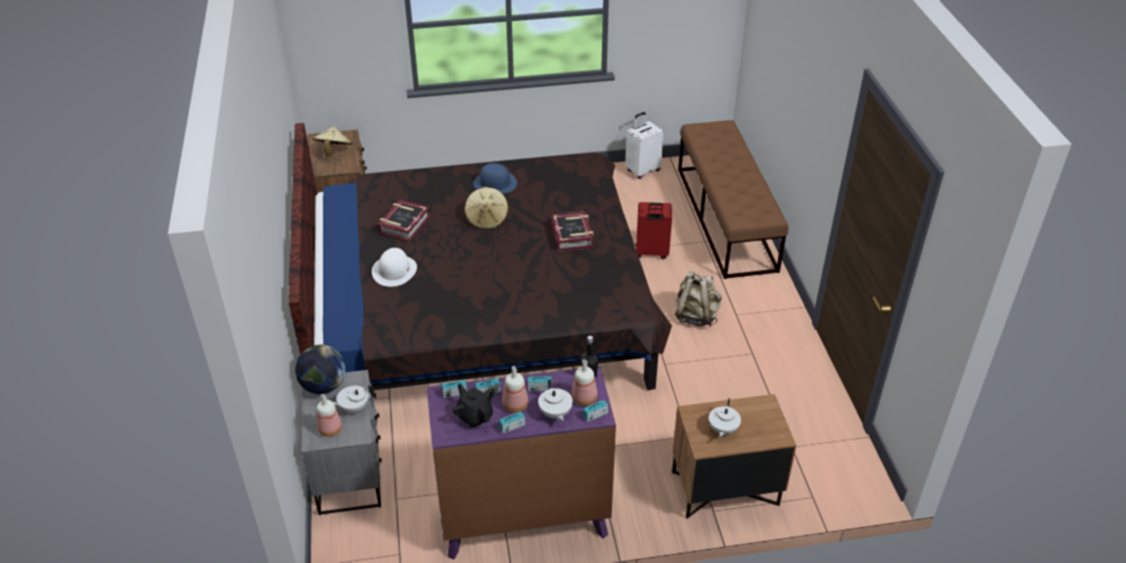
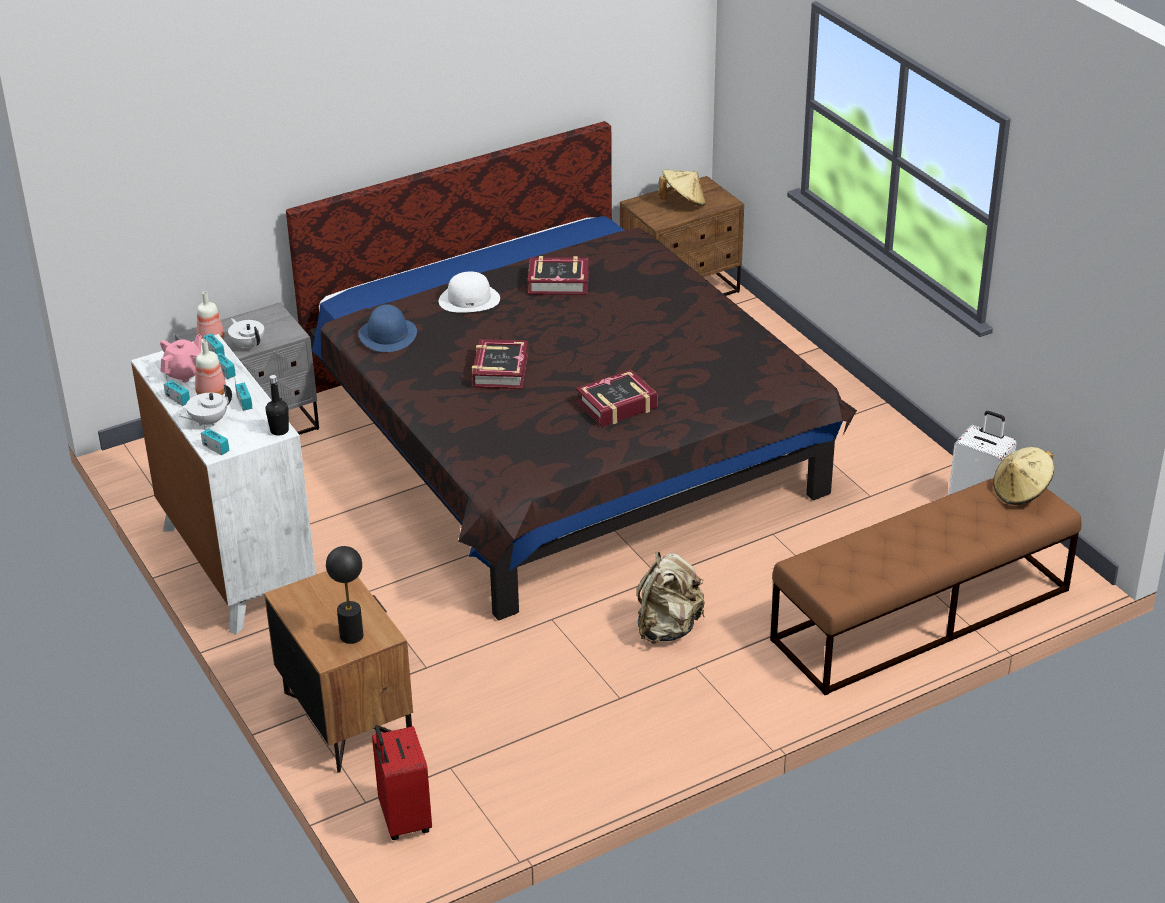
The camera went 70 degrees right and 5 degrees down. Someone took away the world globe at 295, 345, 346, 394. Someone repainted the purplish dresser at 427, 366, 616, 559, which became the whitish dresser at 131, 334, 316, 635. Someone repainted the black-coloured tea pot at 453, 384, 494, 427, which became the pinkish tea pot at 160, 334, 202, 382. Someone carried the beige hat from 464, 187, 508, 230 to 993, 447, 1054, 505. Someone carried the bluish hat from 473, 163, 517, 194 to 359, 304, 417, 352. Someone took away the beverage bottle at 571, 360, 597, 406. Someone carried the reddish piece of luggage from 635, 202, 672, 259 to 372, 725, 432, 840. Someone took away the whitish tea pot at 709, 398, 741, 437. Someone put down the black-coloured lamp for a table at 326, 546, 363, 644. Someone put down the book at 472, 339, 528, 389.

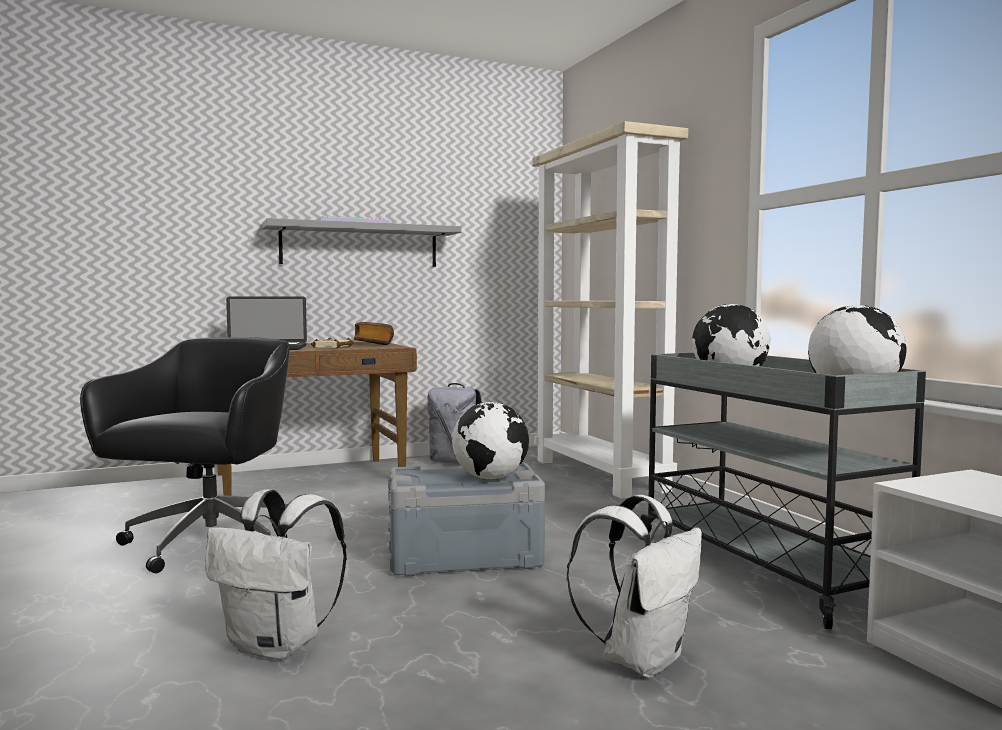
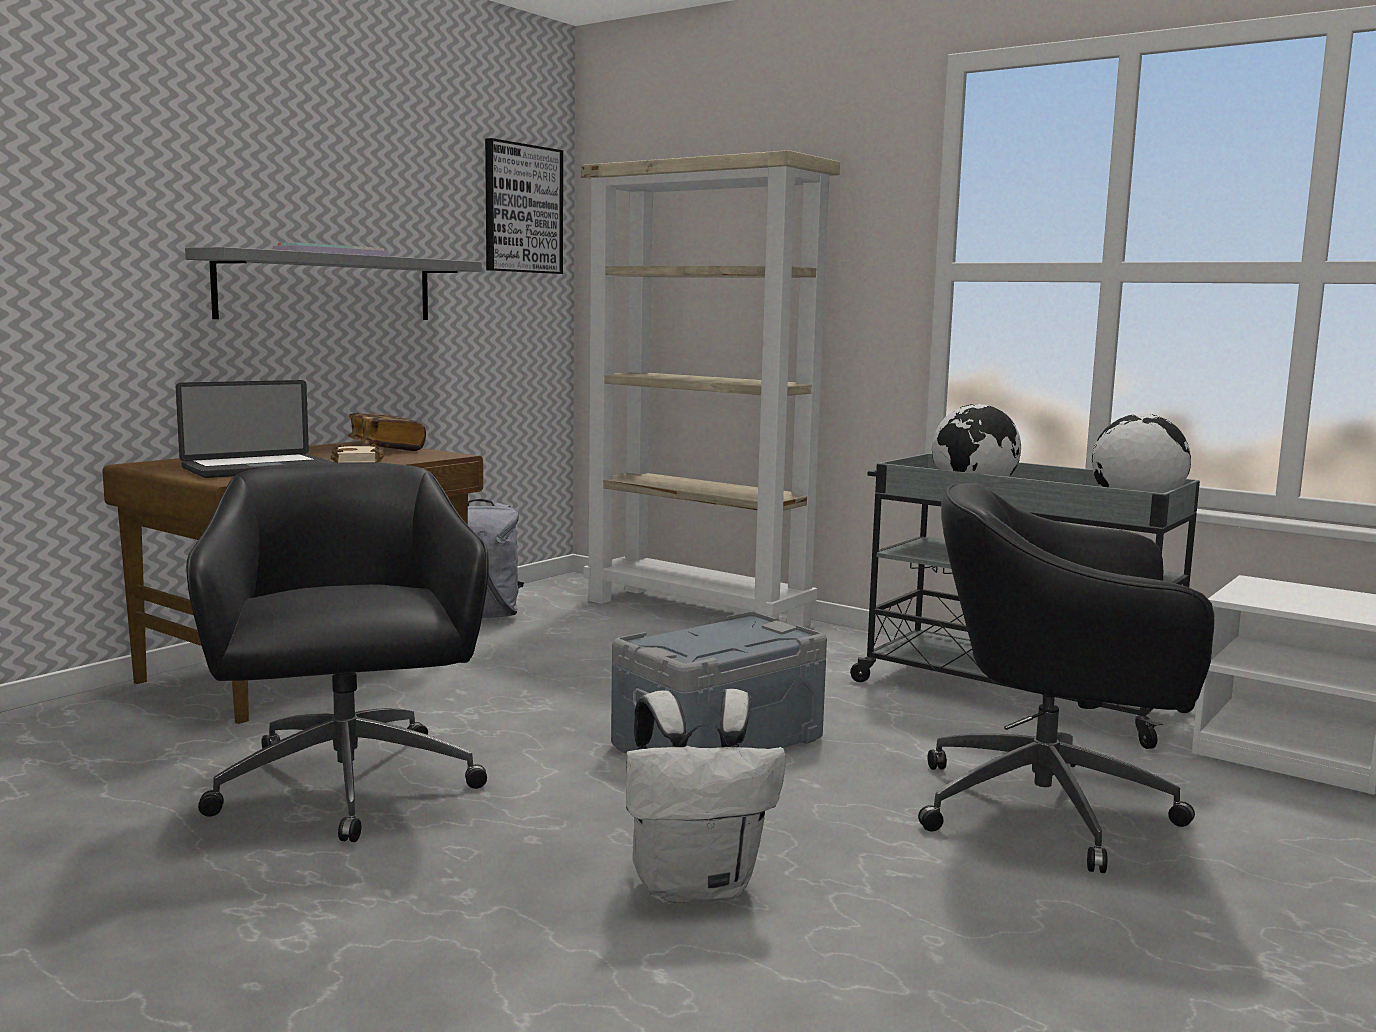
The camera went 30 degrees left and 5 degrees up. Someone took away the world globe at 452, 402, 529, 480. Someone swapped the whitish backpack at 566, 495, 702, 677 for the black-coloured office chair at 918, 483, 1215, 873. Someone put up the picture at 485, 138, 563, 274.

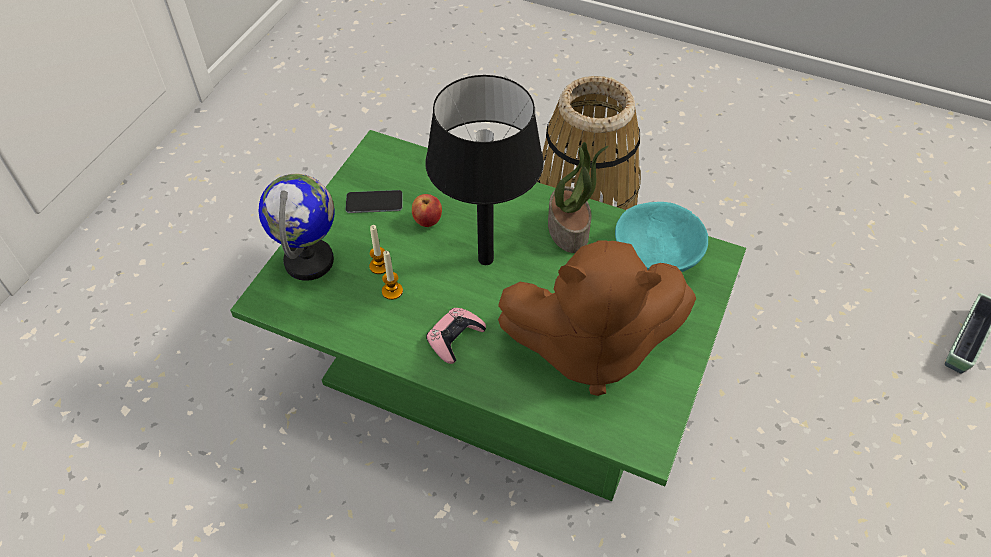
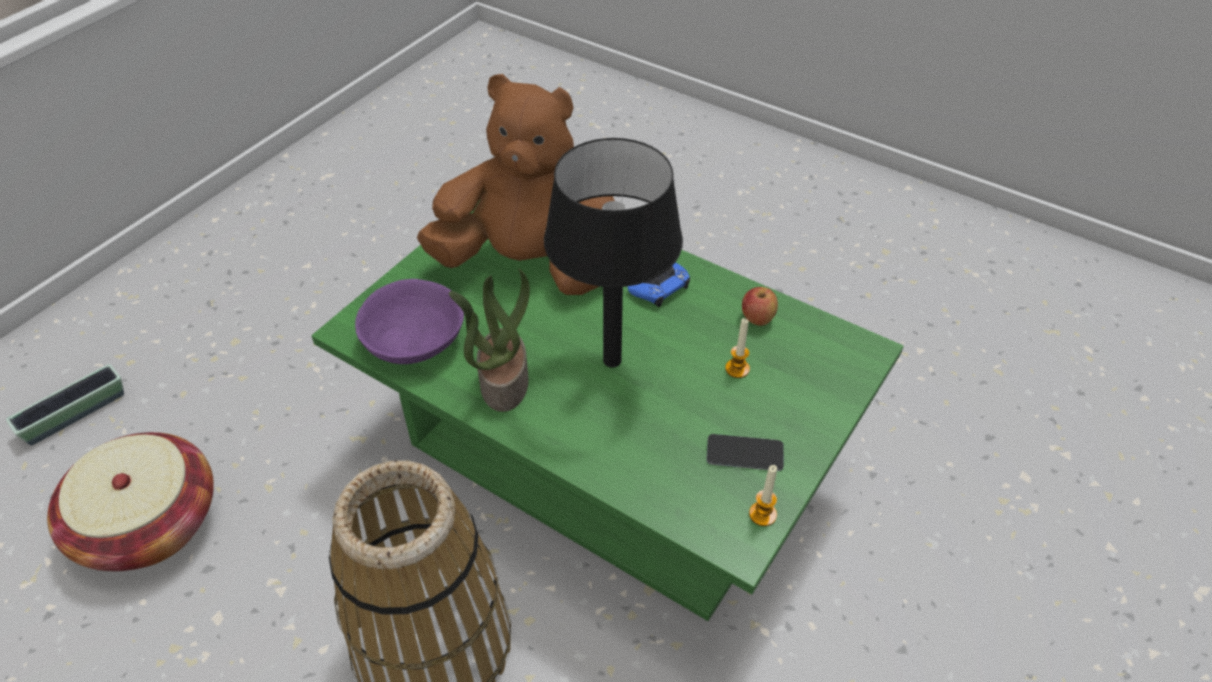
The camera went 170 degrees left and 5 degrees down. Someone took away the world globe at 259, 174, 335, 281. Someone carried the wax candle from 382, 251, 403, 300 to 749, 465, 777, 526. Someone carried the apple from 412, 194, 442, 227 to 742, 287, 778, 326. Someone repainted the pinkish gamepad at 426, 308, 486, 364, which became the bluish gamepad at 628, 262, 690, 307. Someone repainted the turquoise bowl at 615, 202, 708, 272, which became the purplish bowl at 355, 279, 464, 364. Someone put down the household basket at 47, 432, 214, 571.

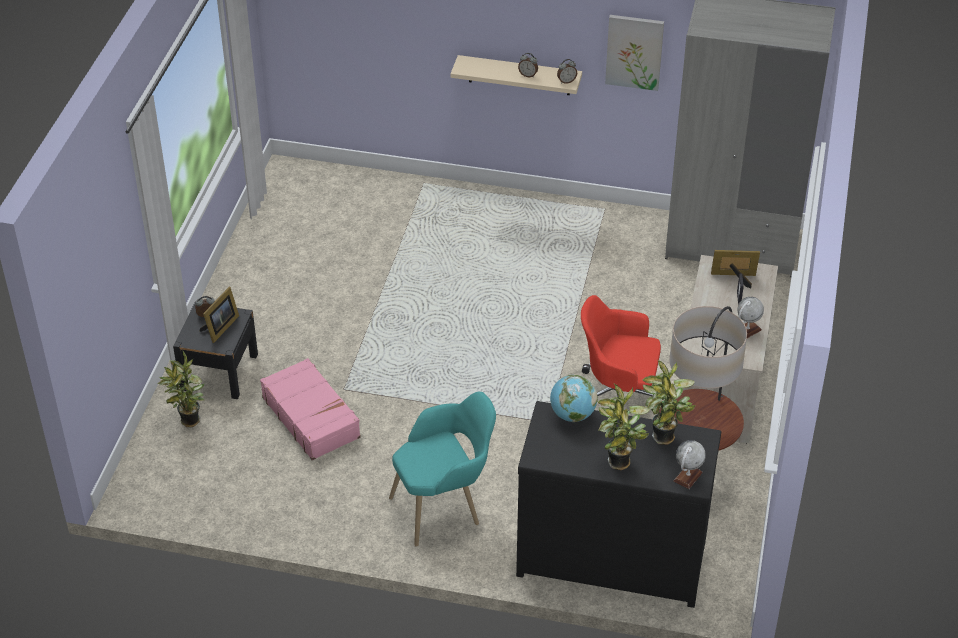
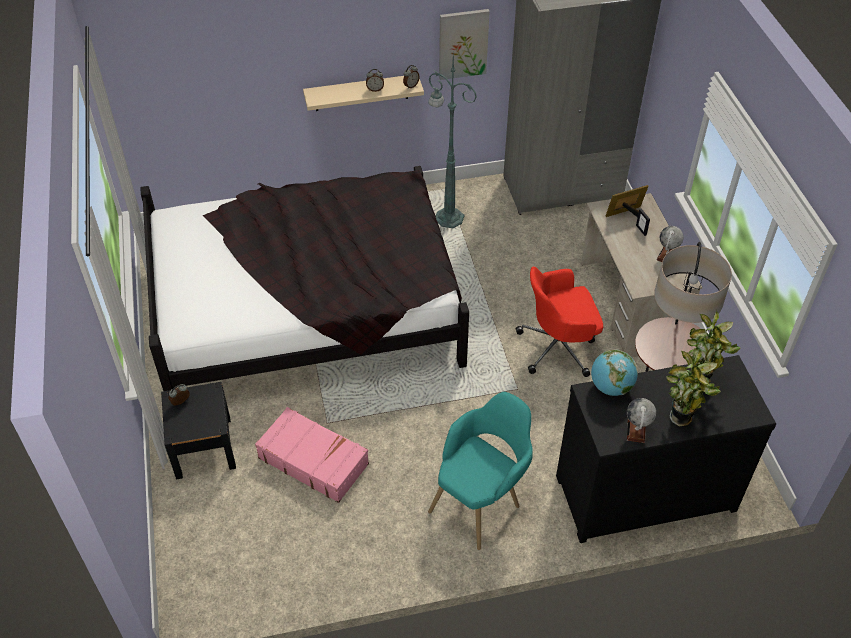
The camera went 25 degrees left and 5 degrees up. Someone took away the plant in a pot at 158, 351, 205, 427. Someone took away the picture frame at 200, 287, 239, 343. Someone carried the world globe from 673, 440, 706, 489 to 627, 398, 656, 443. Someone put down the black-coloured bed at 140, 166, 469, 391. Someone put down the greenish standing lamp at 428, 52, 477, 228.

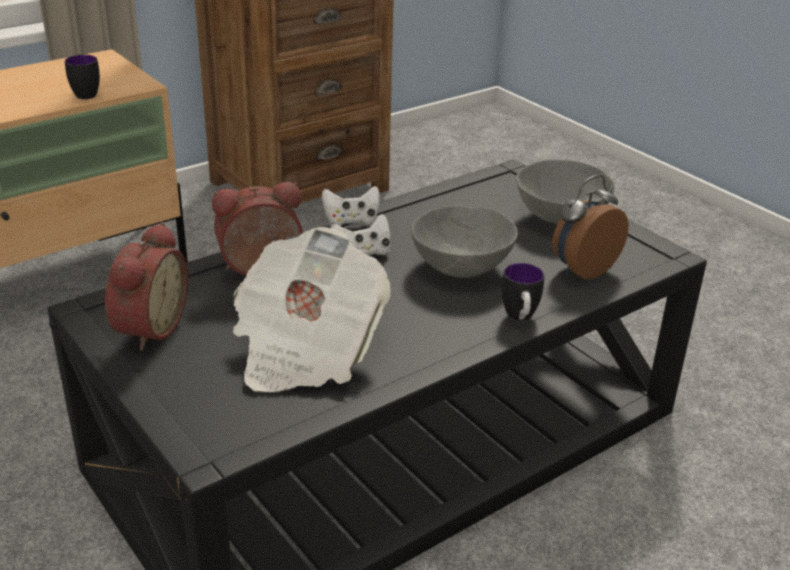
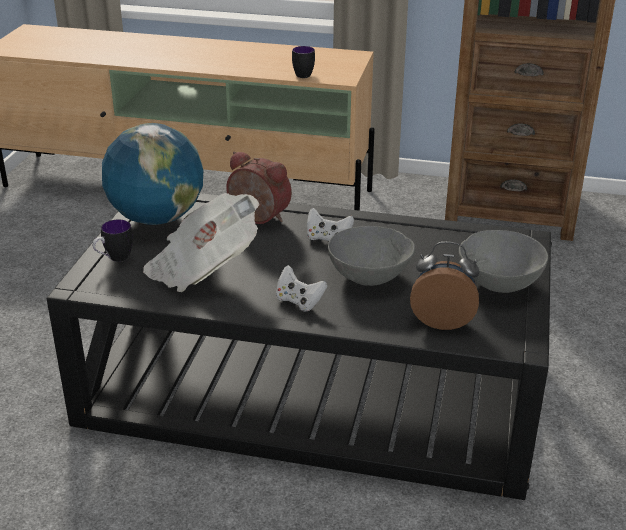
The camera went 50 degrees right and 0 degrees up. Someone swapped the table clock at 105, 222, 188, 351 for the world globe at 102, 123, 203, 225. Someone carried the whitish gamepad from 322, 186, 380, 226 to 276, 265, 327, 312. Someone carried the tea mug from 502, 263, 544, 321 to 92, 219, 133, 262.

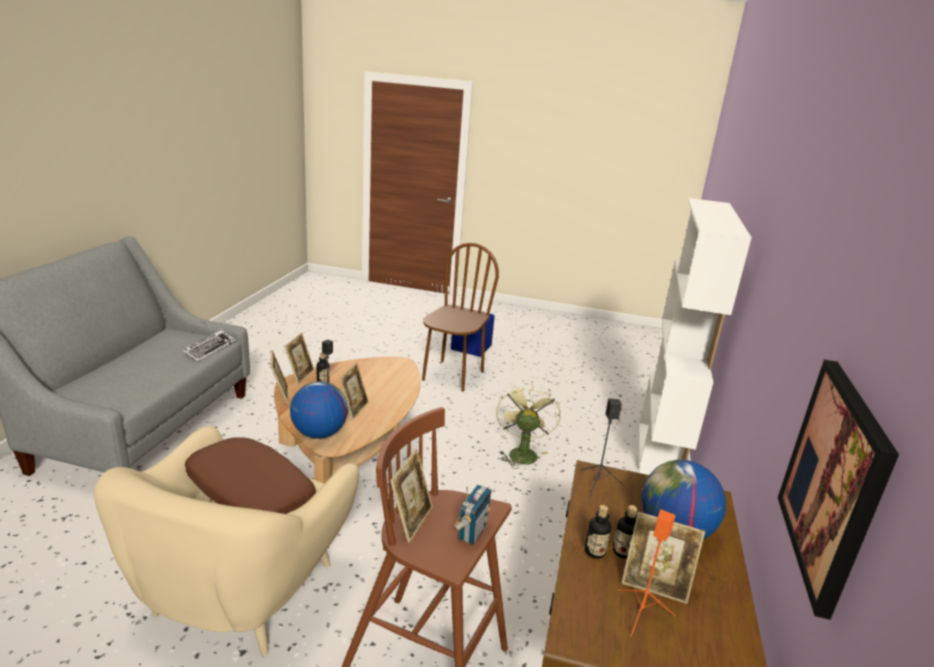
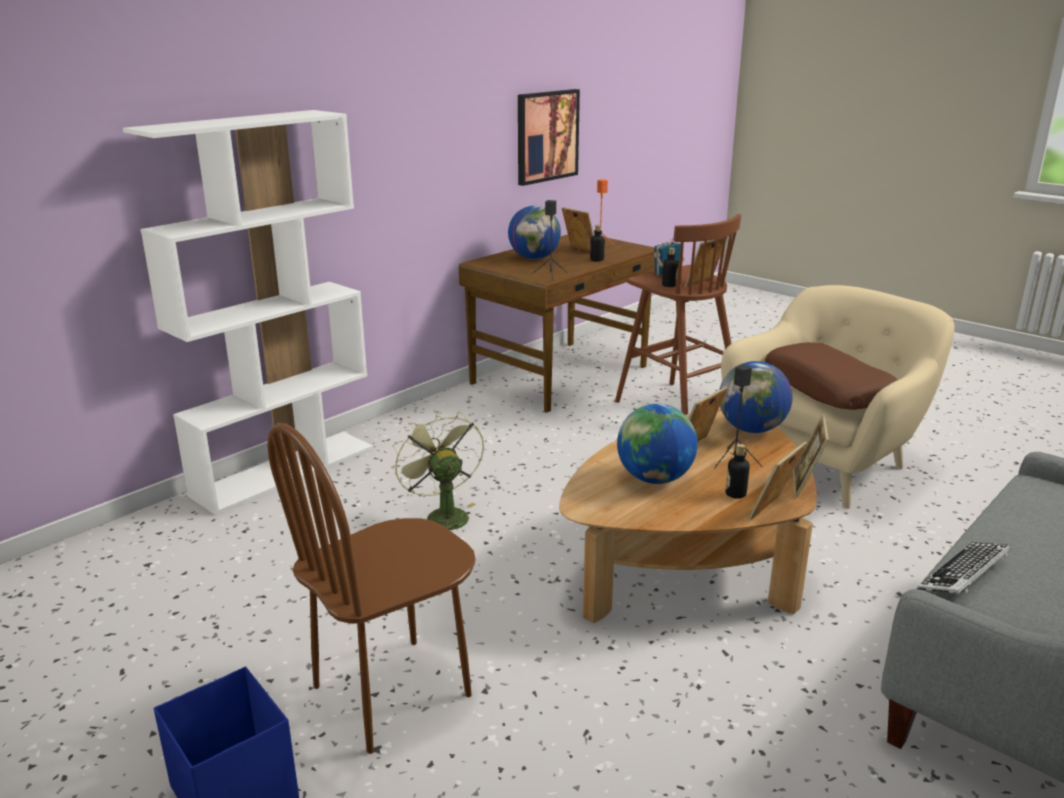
The camera went 150 degrees left and 0 degrees up. Someone rotated the greenish electric fan at 496, 383, 561, 469 by 120 degrees clockwise. Someone carried the beverage bottle from 613, 505, 637, 559 to 662, 247, 678, 287. Someone put down the world globe at 617, 404, 698, 484.

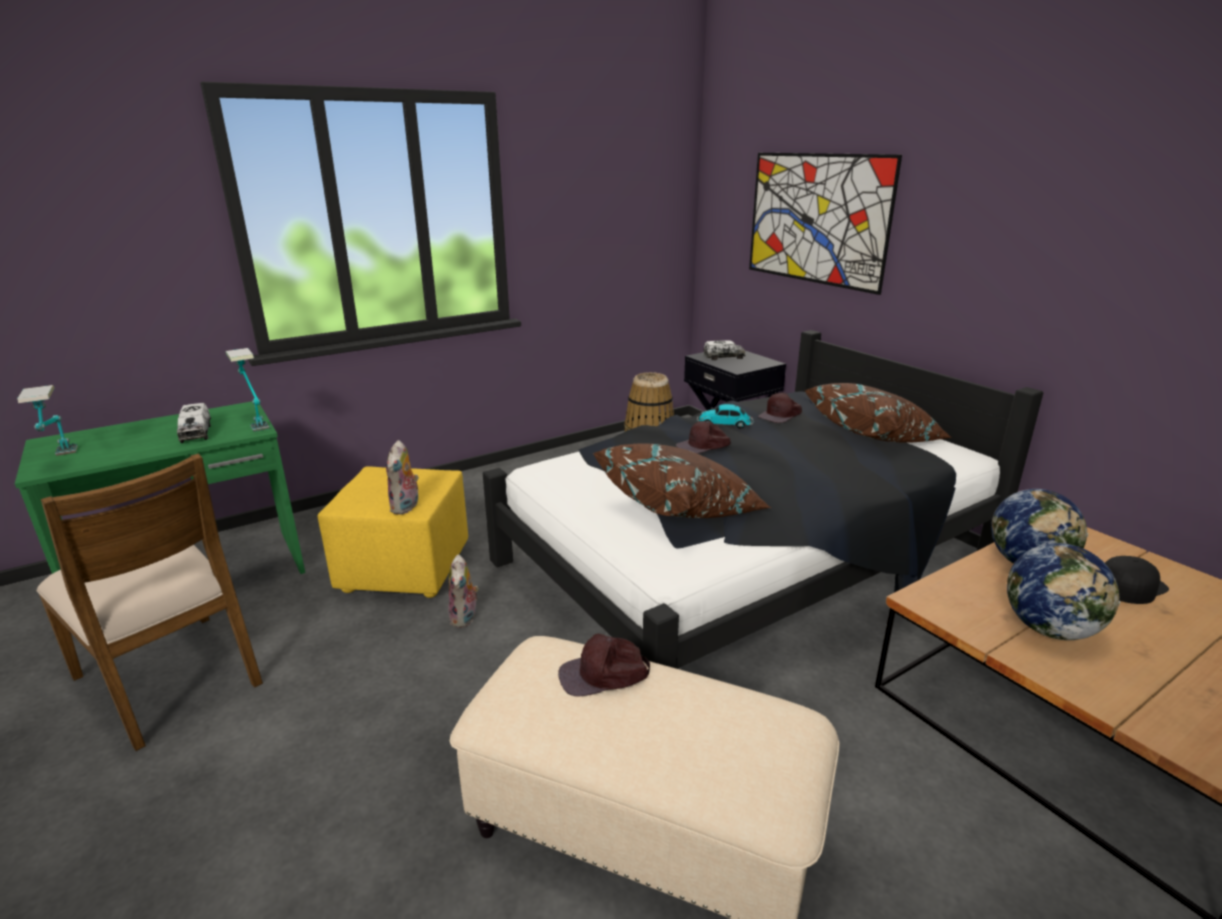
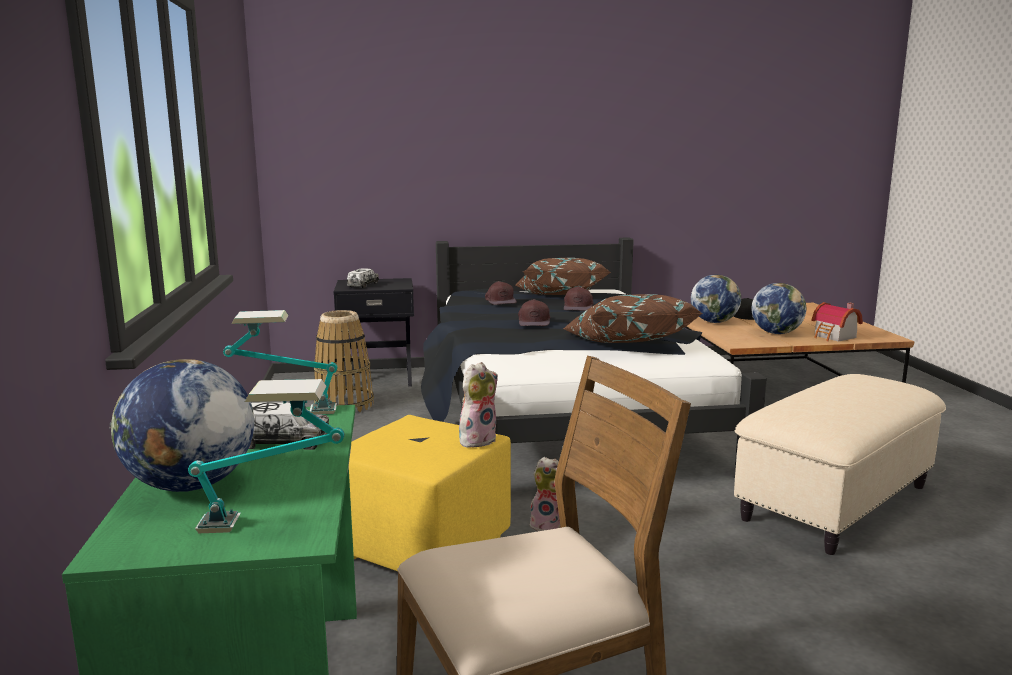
The camera went 65 degrees left and 10 degrees down. Someone rotated the plush toy at 386, 440, 419, 515 by 75 degrees counterclockwise. Someone carried the brown-coloured peaked cap from 558, 634, 650, 696 to 564, 286, 594, 311. Someone took away the miniature car at 697, 404, 754, 429. Someone took away the picture at 749, 153, 902, 295. Someone put down the world globe at 109, 359, 254, 492. Someone put down the model house at 811, 302, 863, 342.

